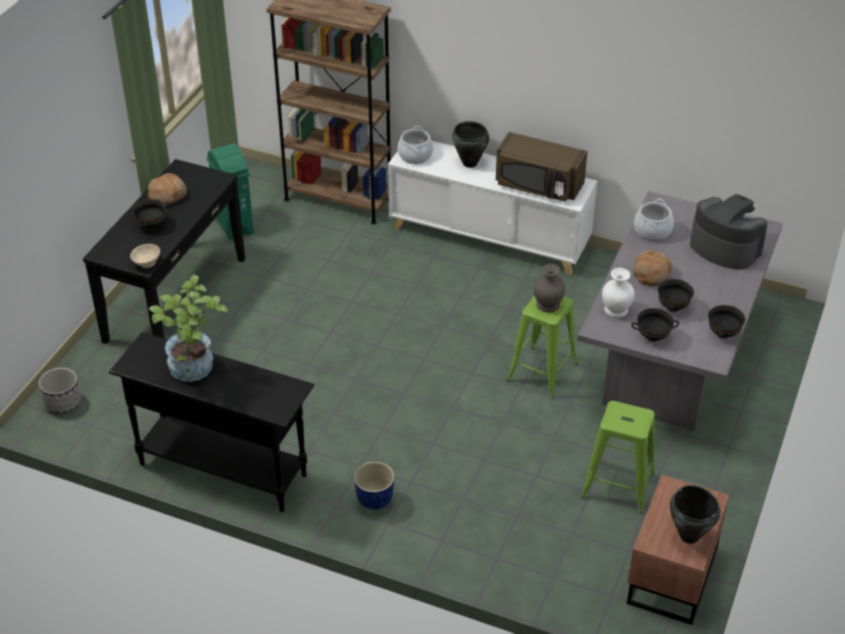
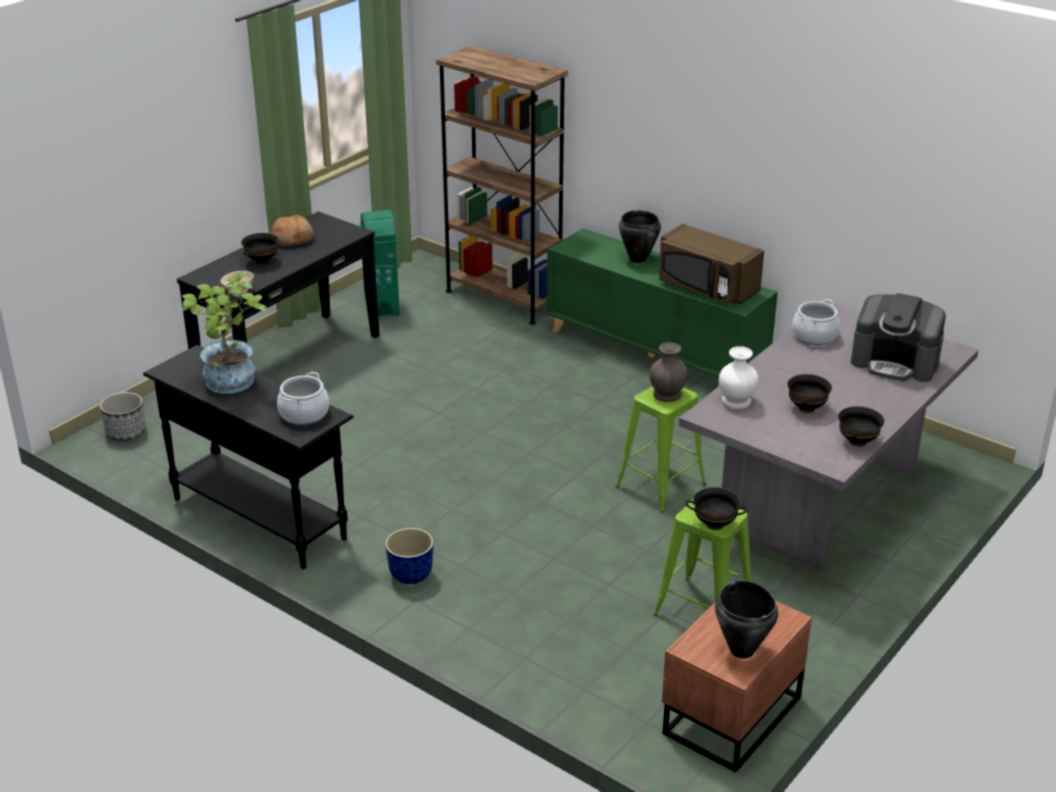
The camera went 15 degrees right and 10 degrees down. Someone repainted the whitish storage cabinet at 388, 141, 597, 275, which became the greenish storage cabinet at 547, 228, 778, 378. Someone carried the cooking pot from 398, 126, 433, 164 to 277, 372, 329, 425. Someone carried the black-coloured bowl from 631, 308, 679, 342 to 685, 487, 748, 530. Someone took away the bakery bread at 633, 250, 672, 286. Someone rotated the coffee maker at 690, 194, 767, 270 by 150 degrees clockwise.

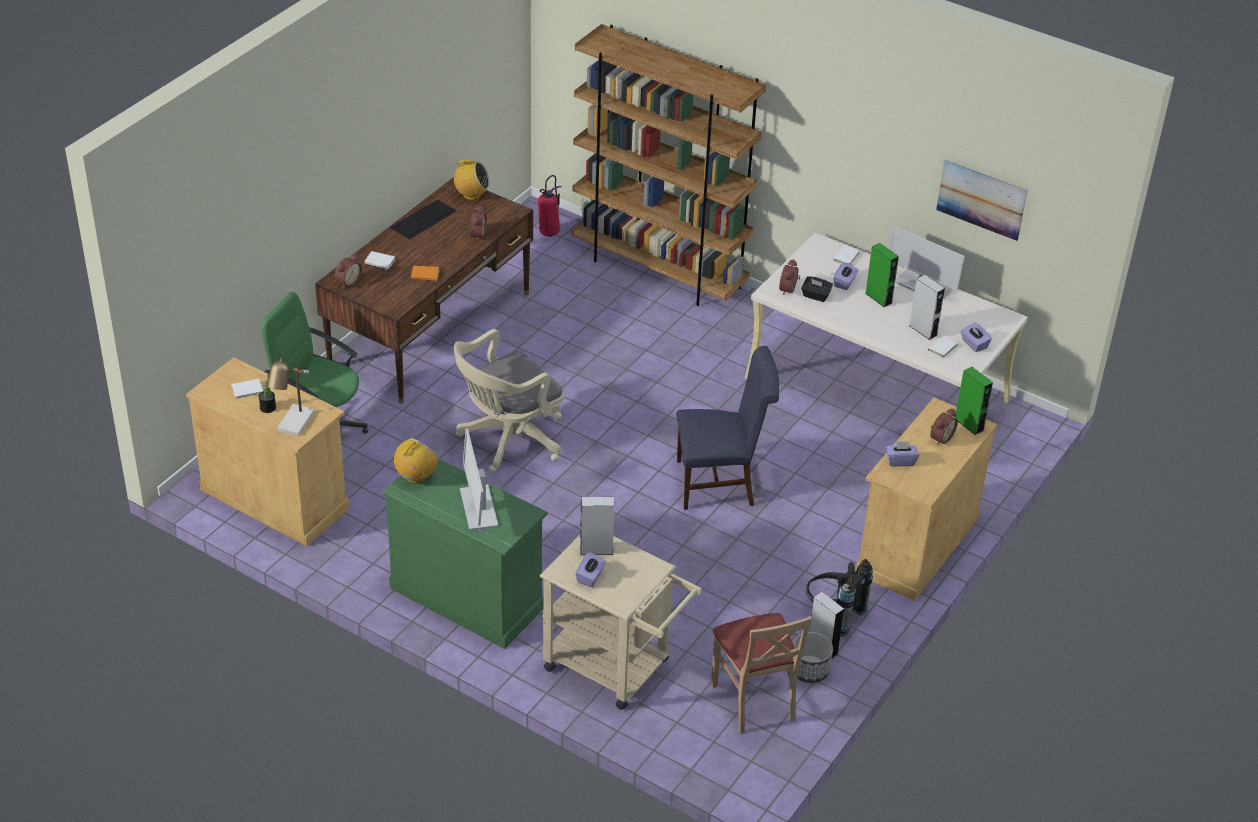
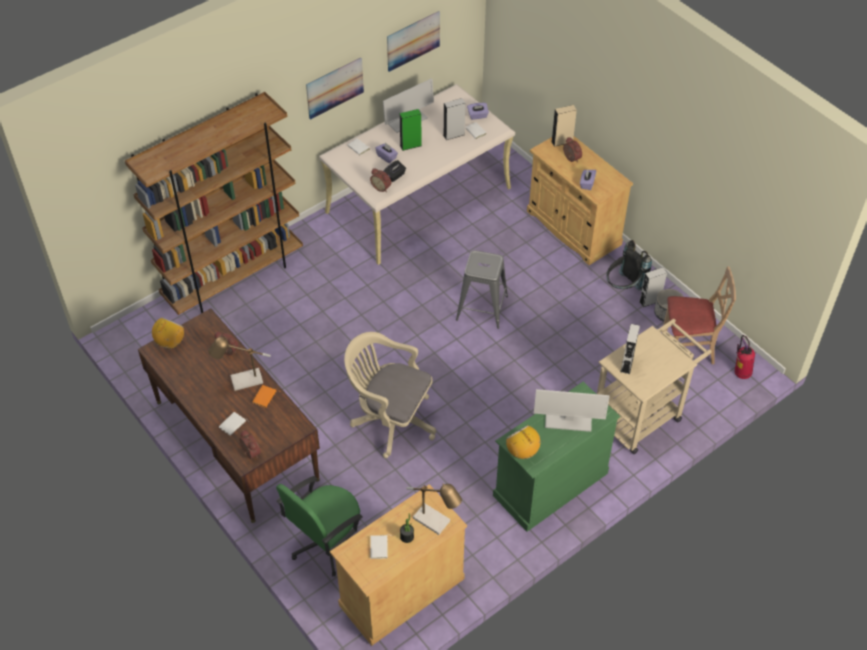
The camera went 70 degrees left and 10 degrees up. Someone took away the keyboard at 390, 199, 457, 239. Someone rotated the beige office chair at 454, 329, 564, 472 by 135 degrees clockwise. Someone carried the fire extinguisher from 538, 175, 562, 237 to 735, 335, 755, 379. Someone took away the purplish box of tissues at 575, 552, 606, 587. Someone swapped the bluish chair at 676, 346, 779, 510 for the gray sitting stool at 456, 250, 508, 329. Someone repainted the greenish audio speaker at 955, 367, 993, 435, which became the beige audio speaker at 551, 105, 577, 147. Someone put down the lamp for a table at 208, 337, 271, 391. Someone put up the picture at 306, 58, 364, 120.

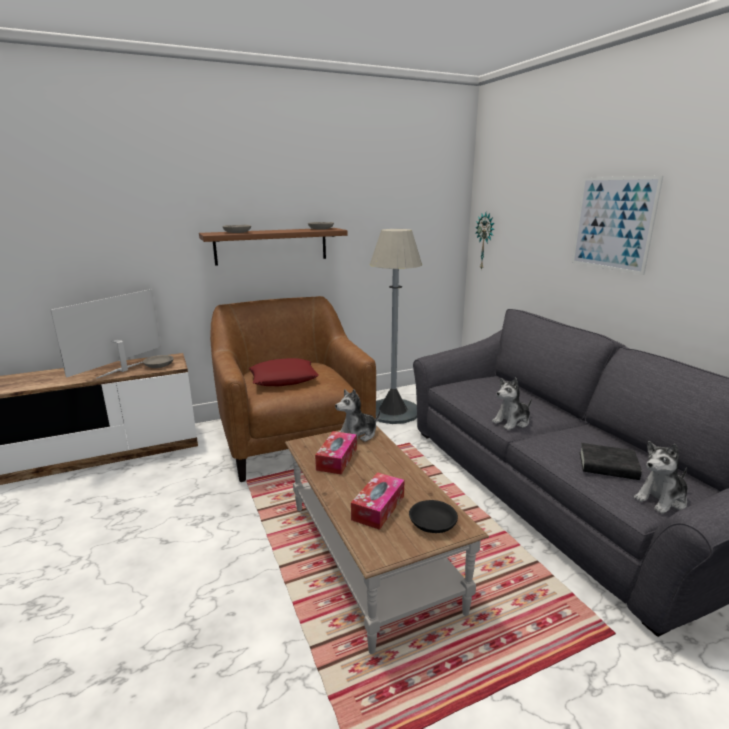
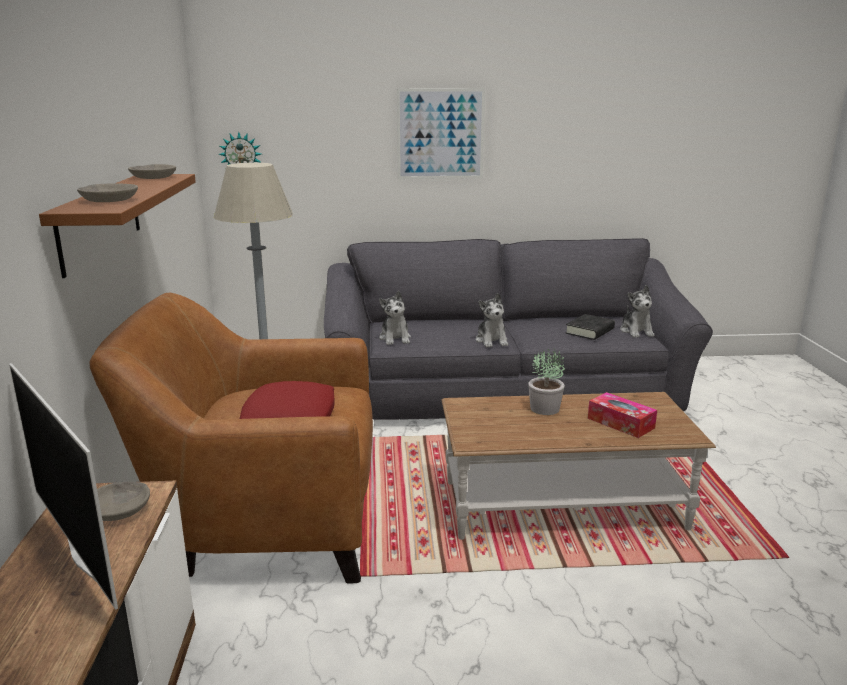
The camera went 70 degrees left and 0 degrees up. Someone took away the box of tissues at 315, 431, 357, 475. Someone carried the plush toy from 335, 389, 381, 442 to 379, 291, 411, 345. Someone took away the black-coloured bowl at 409, 500, 458, 533. Someone put down the plant in a pot at 528, 348, 565, 415.

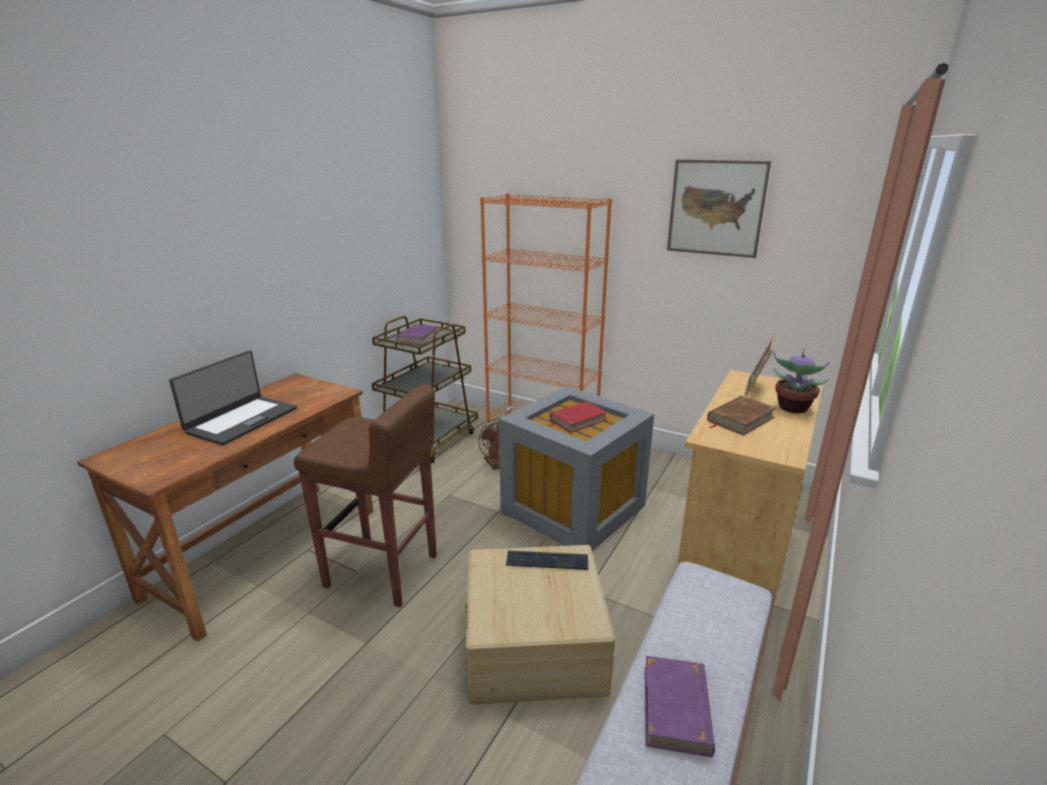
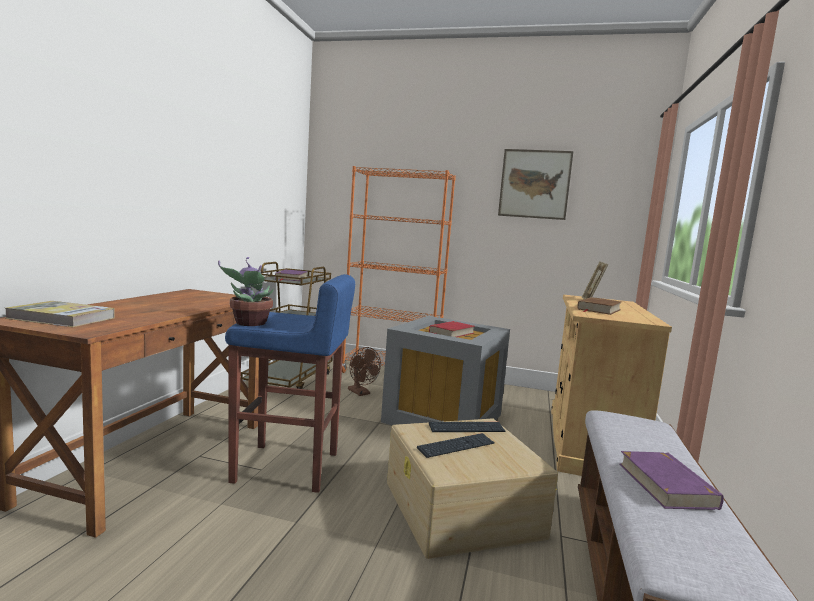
The camera went 15 degrees left and 15 degrees down. Someone took away the portable computer at 169, 350, 297, 445. Someone repainted the brown-coloured sitting stool at 294, 384, 437, 607, which became the bluish sitting stool at 225, 274, 355, 493. Someone carried the plant in a pot from 773, 348, 829, 413 to 218, 257, 274, 326. Someone put down the book at 5, 301, 115, 327. Someone put down the keyboard at 417, 433, 495, 458.

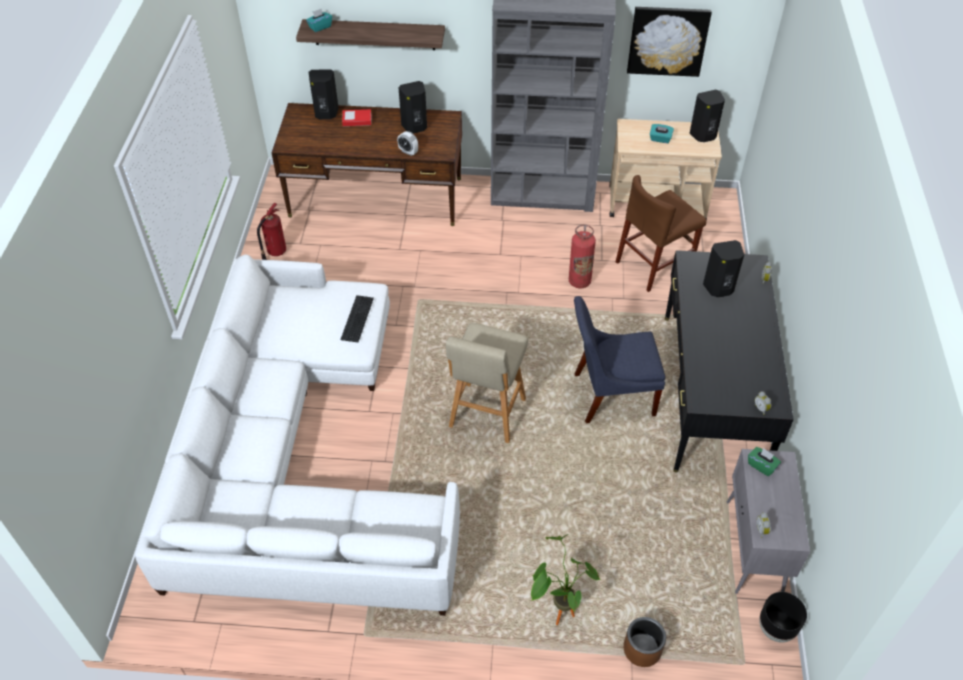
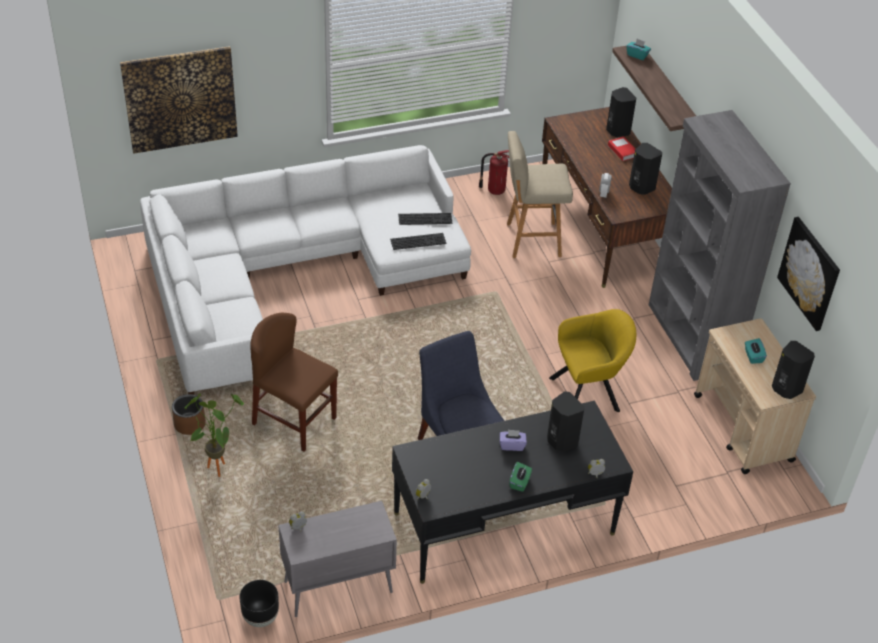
The camera went 65 degrees right and 5 degrees down. Someone carried the beige sitting stool from 446, 323, 528, 443 to 507, 131, 573, 258. Someone swapped the fire extinguisher at 569, 225, 596, 288 for the yellow-coloured lounge chair at 549, 309, 636, 412. Someone carried the brown-coloured chair from 616, 175, 707, 292 to 250, 313, 338, 452. Someone carried the brown-coloured flower pot from 623, 617, 666, 667 to 172, 394, 206, 435. Someone carried the greenish box of tissues from 748, 447, 781, 476 to 509, 462, 532, 492. Someone put up the picture at 120, 46, 238, 154. Someone put down the keyboard at 398, 213, 452, 225. Someone put down the purplish box of tissues at 500, 429, 527, 451.

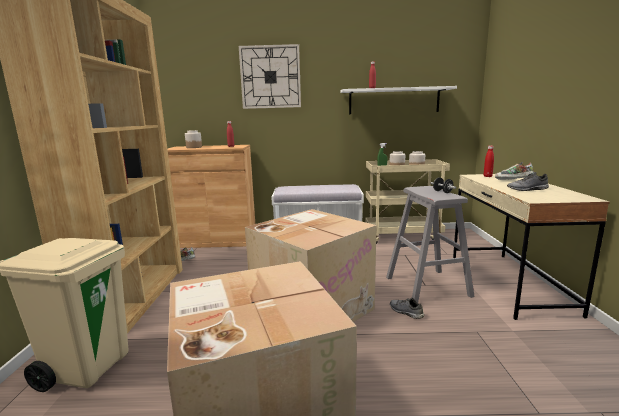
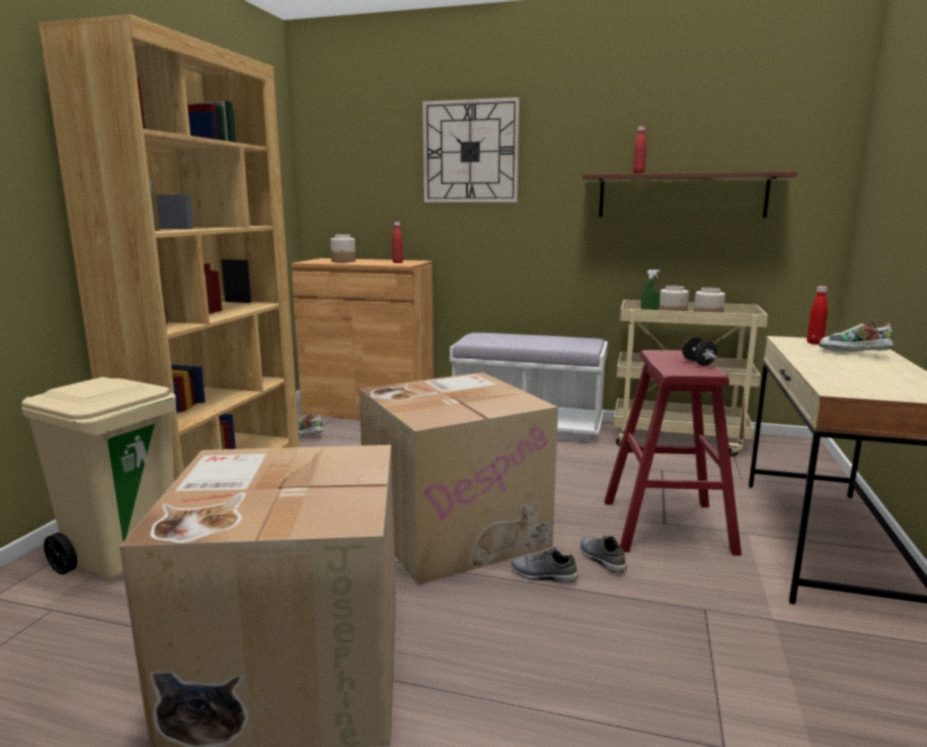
The camera went 15 degrees right and 0 degrees up. Someone repainted the whitish bracket shelf at 341, 86, 457, 114, which became the brown-coloured bracket shelf at 582, 171, 797, 218. Someone repainted the gray sitting stool at 386, 186, 475, 303, which became the reddish sitting stool at 604, 350, 742, 556. Someone carried the gray shoe from 507, 172, 549, 191 to 511, 548, 578, 583.

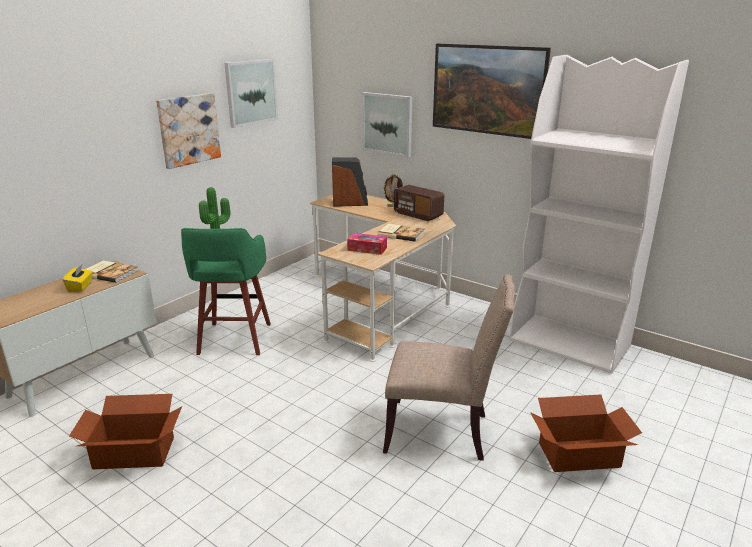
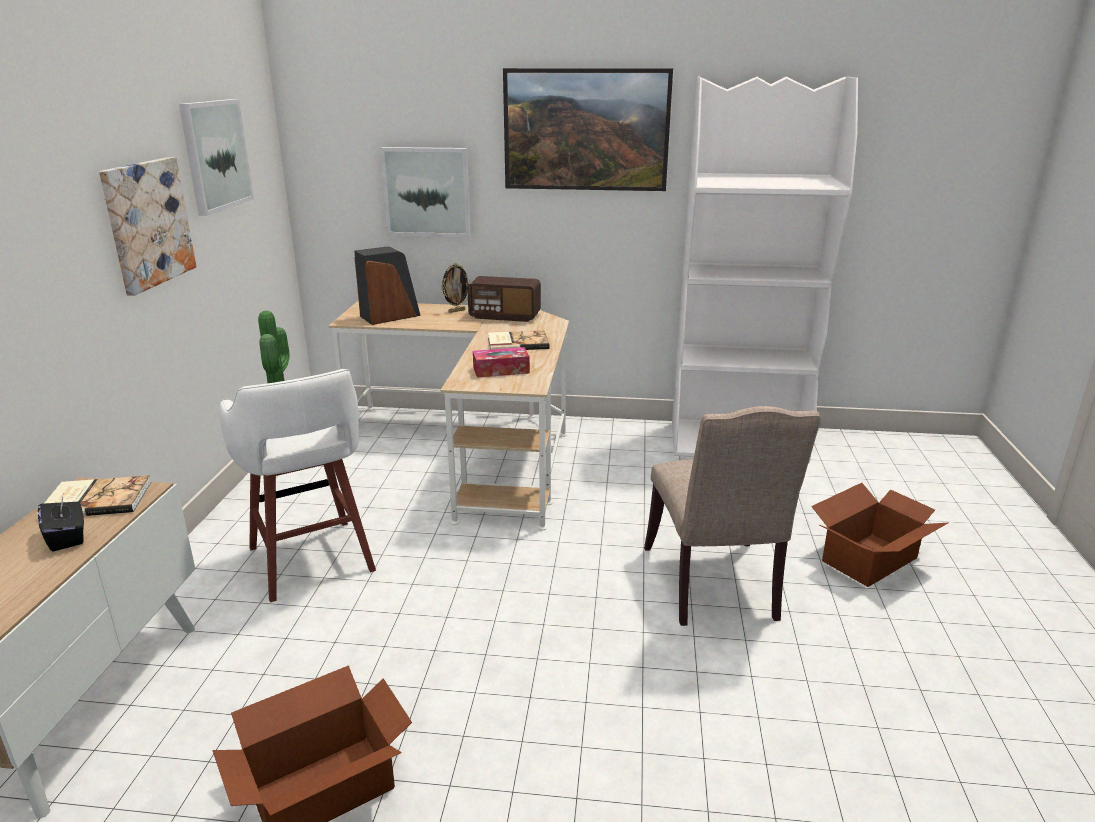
The camera went 30 degrees left and 0 degrees up. Someone repainted the yellow-coloured box of tissues at 63, 265, 93, 292, which became the black-coloured box of tissues at 38, 497, 84, 552. Someone repainted the greenish sitting stool at 181, 228, 271, 355, which became the whitish sitting stool at 220, 369, 376, 602. Someone rotated the beige chair at 383, 274, 515, 461 by 105 degrees clockwise.

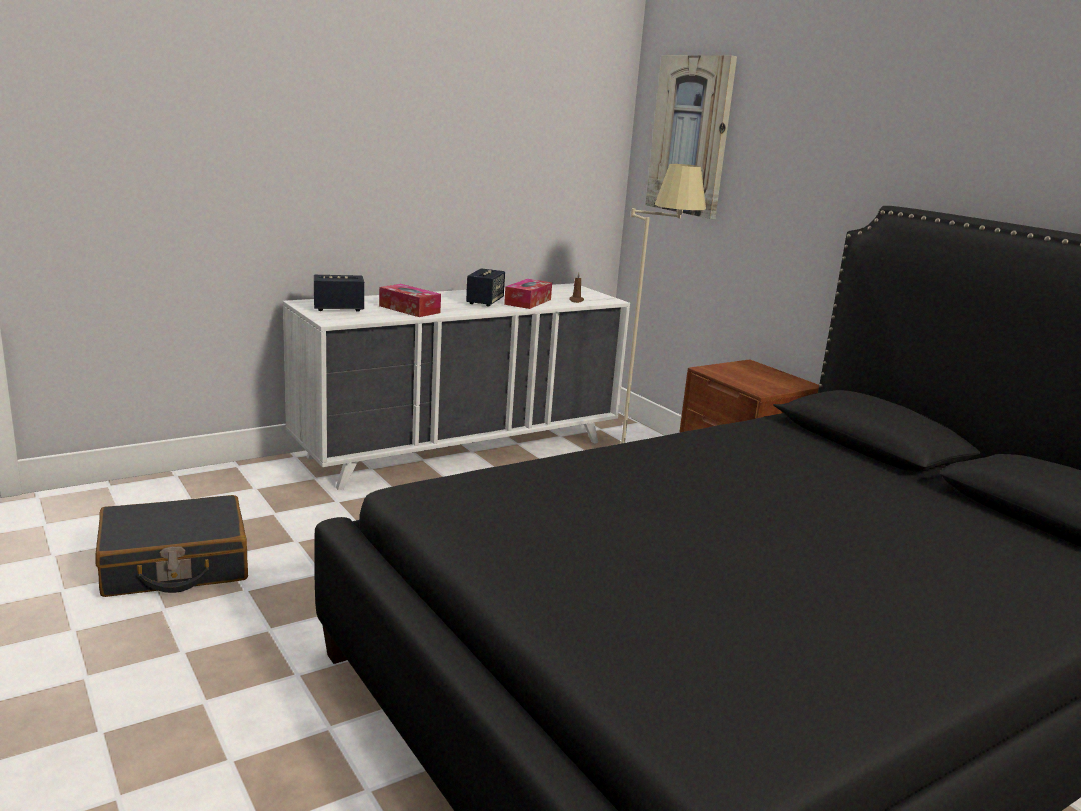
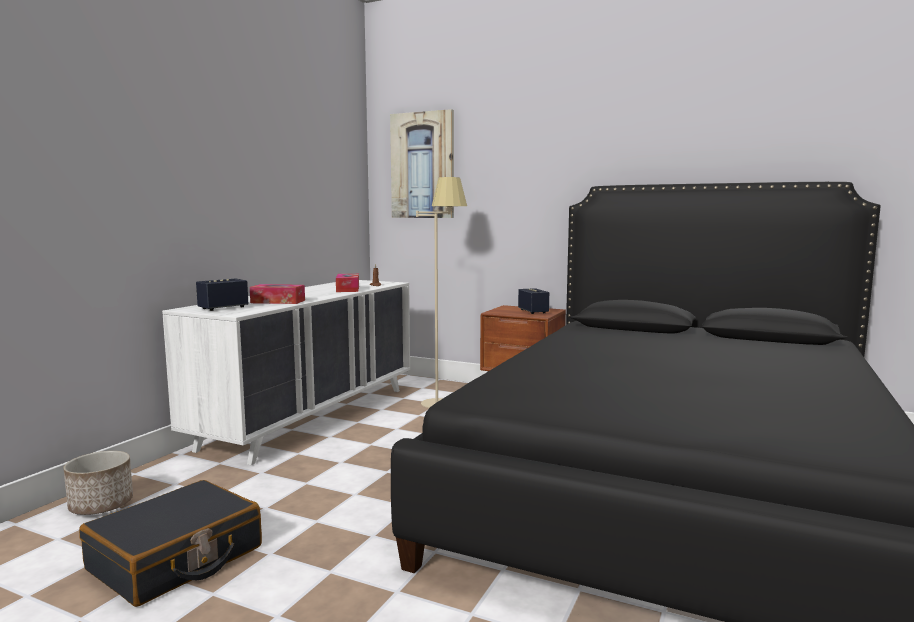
The camera went 30 degrees left and 10 degrees down. Someone carried the audio speaker from 466, 268, 505, 306 to 518, 288, 549, 314. Someone put down the flower pot at 63, 451, 133, 515.

